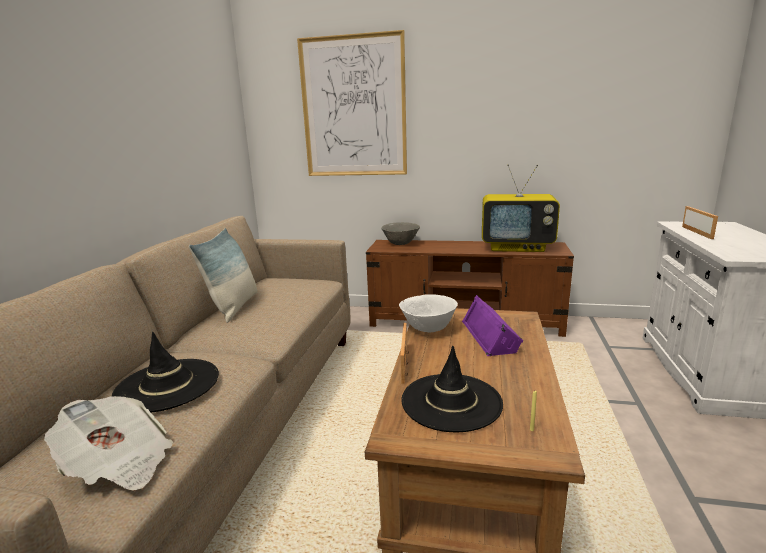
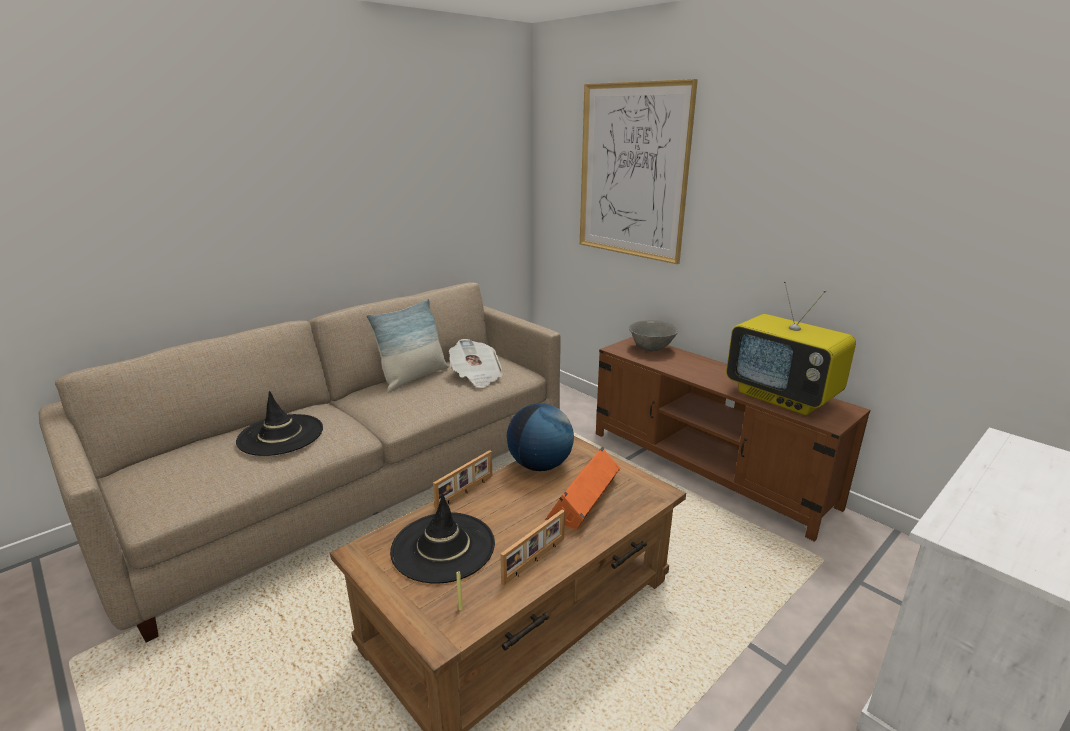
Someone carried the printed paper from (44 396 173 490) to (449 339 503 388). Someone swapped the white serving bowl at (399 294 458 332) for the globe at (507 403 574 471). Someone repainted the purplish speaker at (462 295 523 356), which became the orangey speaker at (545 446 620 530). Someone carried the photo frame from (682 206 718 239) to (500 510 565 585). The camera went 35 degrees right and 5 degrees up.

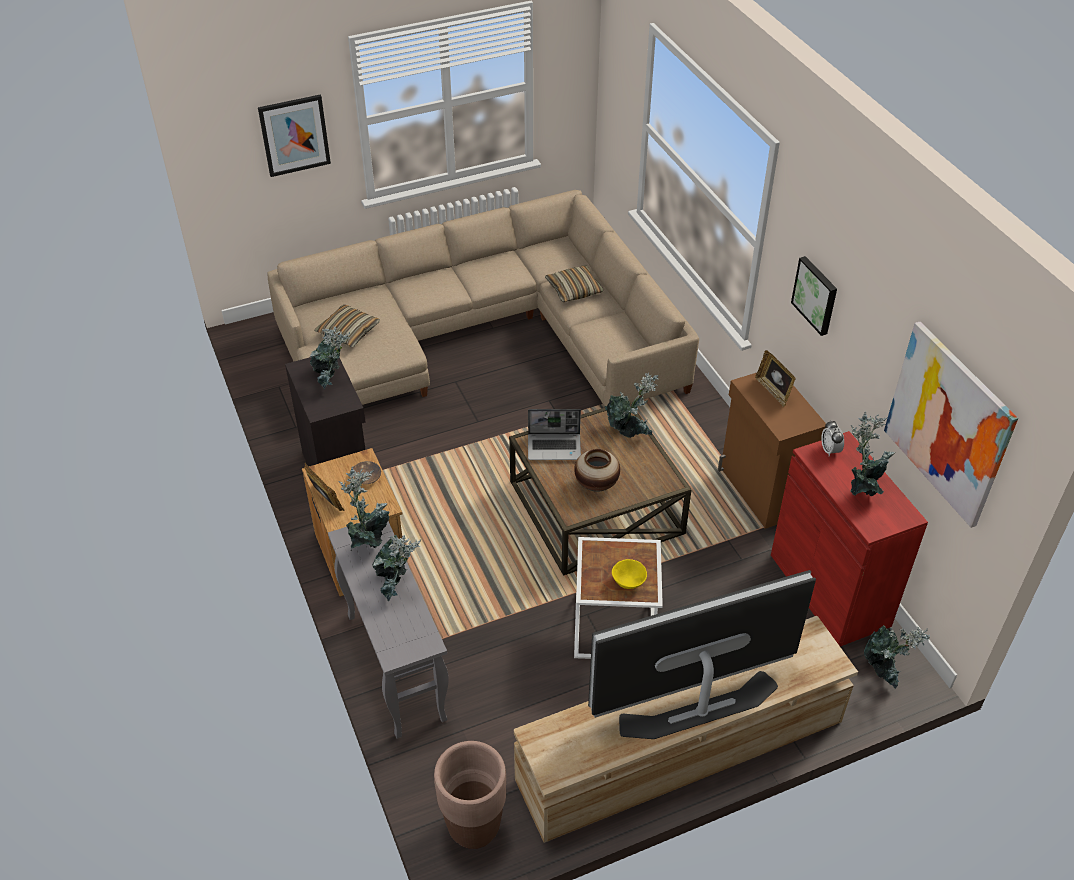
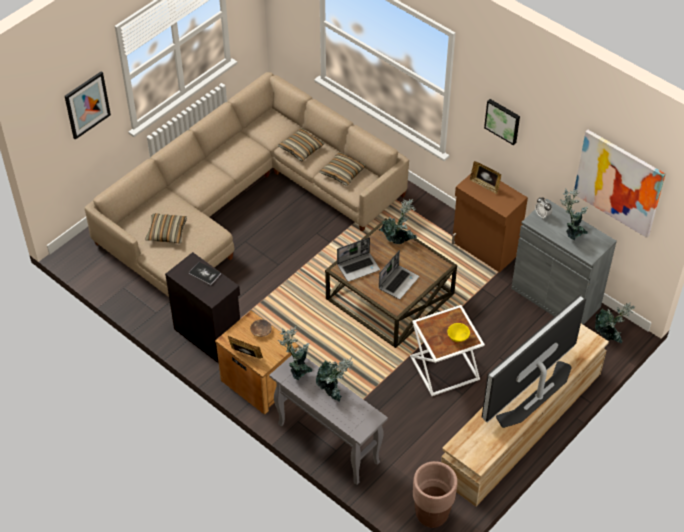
Someone swapped the potted plant at (310 327 350 390) for the book at (189 262 221 286). Someone swapped the vase at (574 449 620 492) for the notebook computer at (379 250 419 299). Someone repainted the red-coloured cabinet at (771 431 928 647), which became the gray cabinet at (511 199 617 325). Someone put down the pillow at (319 152 366 186). The camera went 25 degrees left and 5 degrees up.

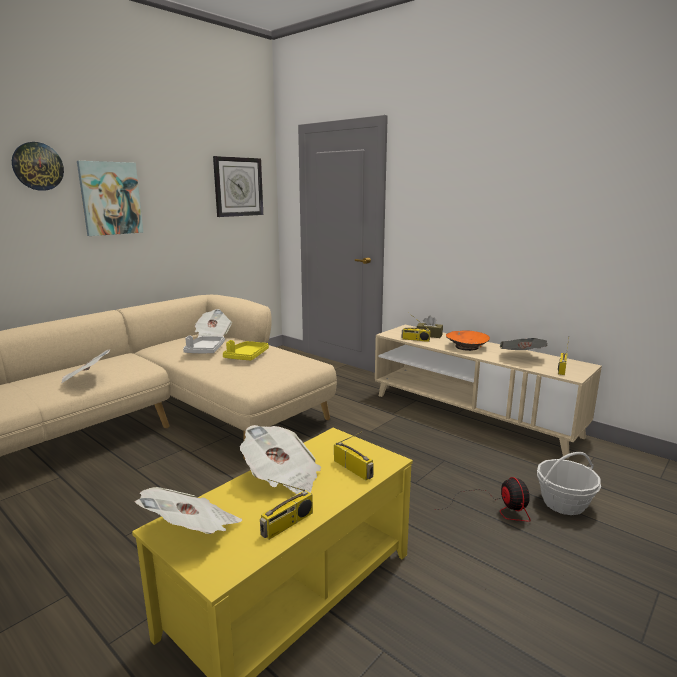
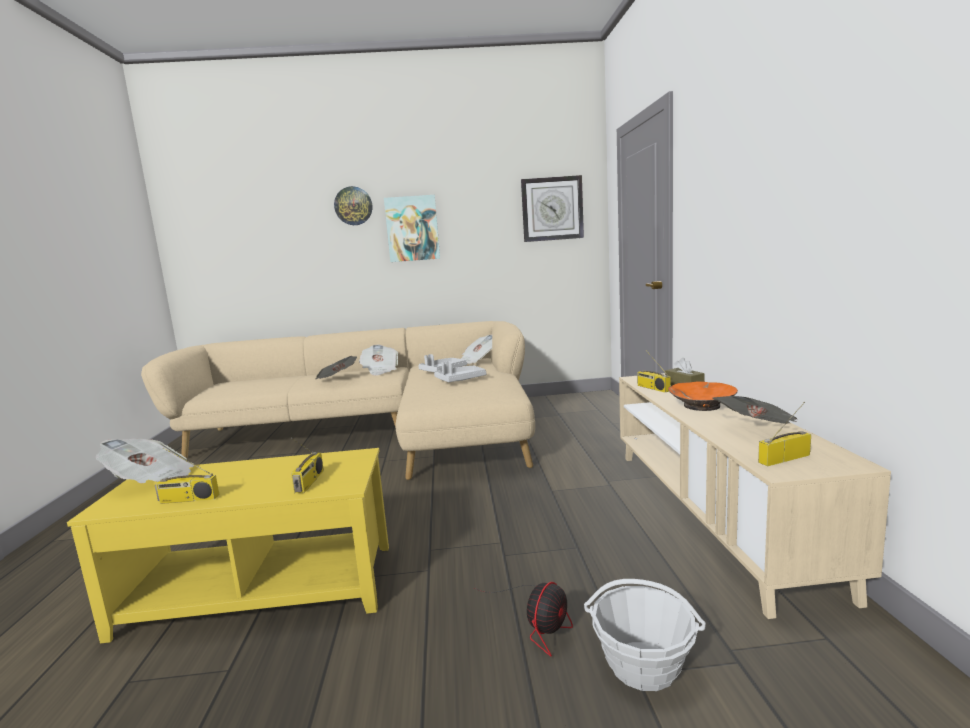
Someone repainted the yellow-coloured carrying tray at (223 340 269 360), which became the gray carrying tray at (434 361 486 382). Someone carried the printed paper from (240 425 321 494) to (359 345 398 376). The camera went 45 degrees right and 5 degrees down.

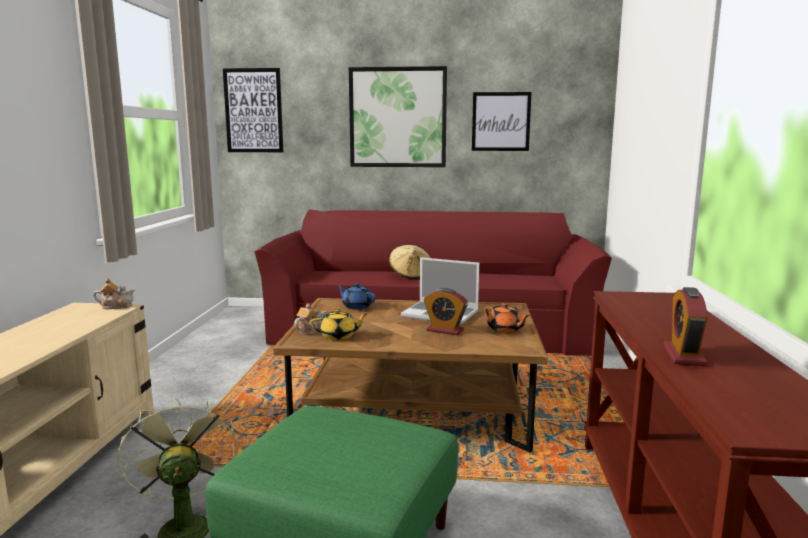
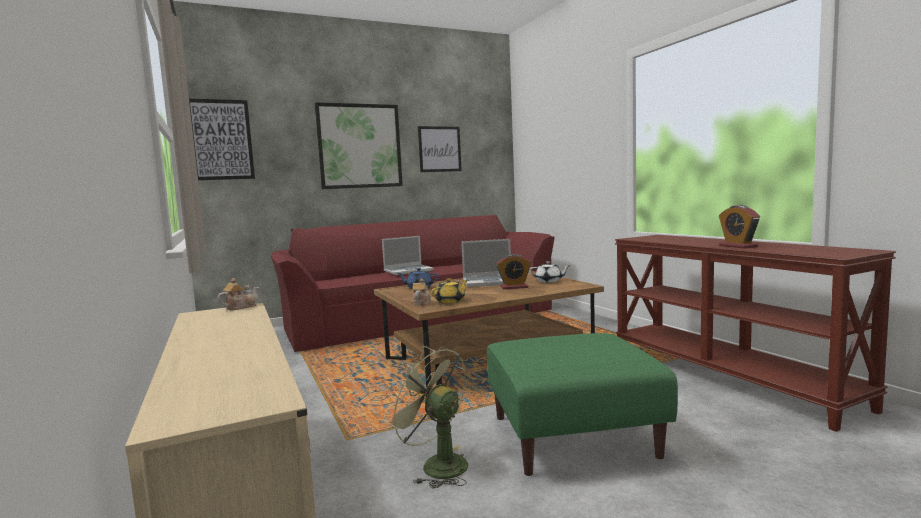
Someone swapped the sand-coloured hat at (389 245 431 279) for the notebook computer at (382 236 434 275). Someone repainted the orangey tea pot at (484 303 530 333), which became the white tea pot at (529 261 569 283). The camera went 30 degrees left and 5 degrees down.

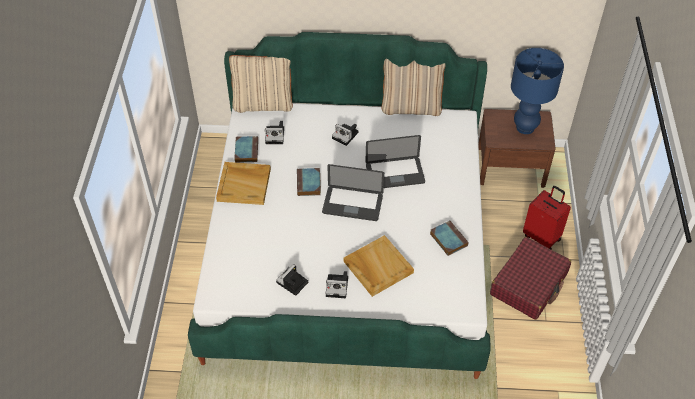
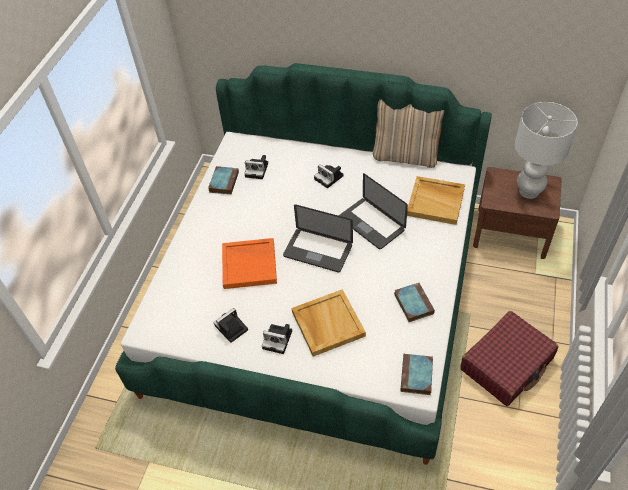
Someone carried the sand-coloured carrying tray from (216 162 271 205) to (407 176 465 225). Someone took away the sand-coloured pillow at (229 55 293 113). Someone carried the book from (297 168 321 196) to (401 354 433 395). Someone rotated the notebook computer at (366 135 425 188) by 45 degrees clockwise. Someone repainted the blue-coloured table lamp at (511 48 564 134), which became the white table lamp at (515 102 578 199). Someone took away the red-coloured travel case at (523 186 571 250). Someone put down the orangey carrying tray at (222 238 277 289). The camera went 15 degrees right and 0 degrees up.

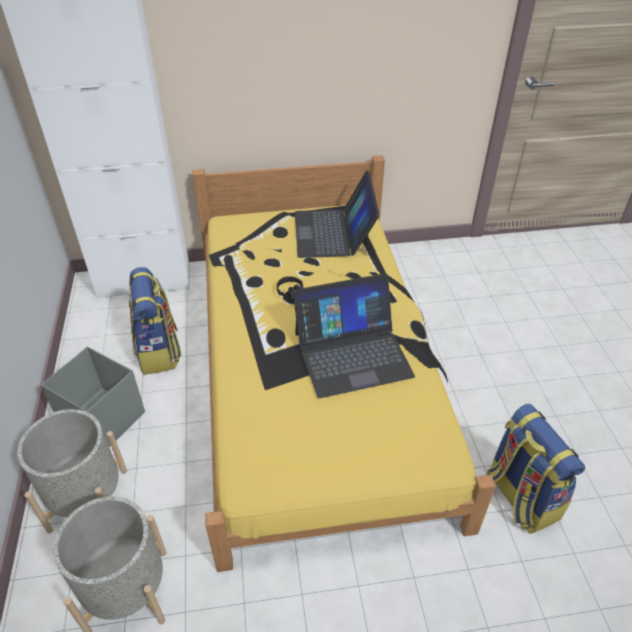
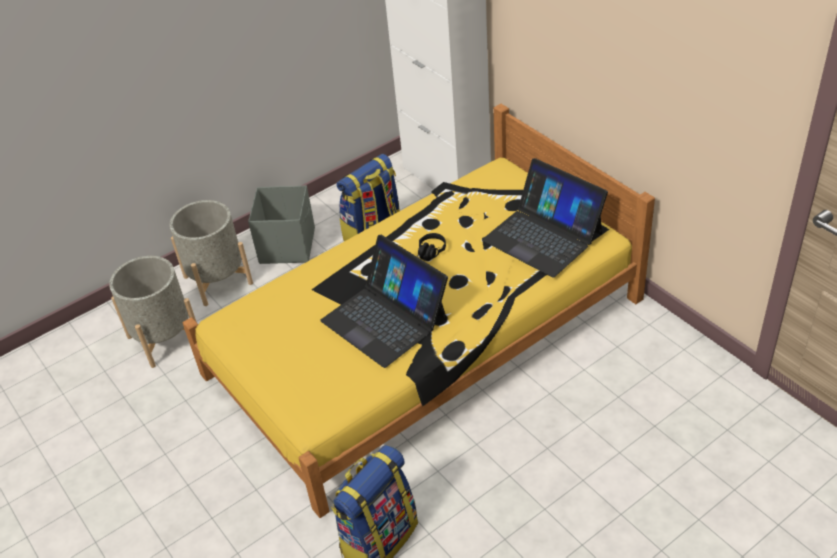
Someone rotated the notebook computer at (295 170 380 258) by 105 degrees counterclockwise. The camera went 65 degrees right and 0 degrees up.

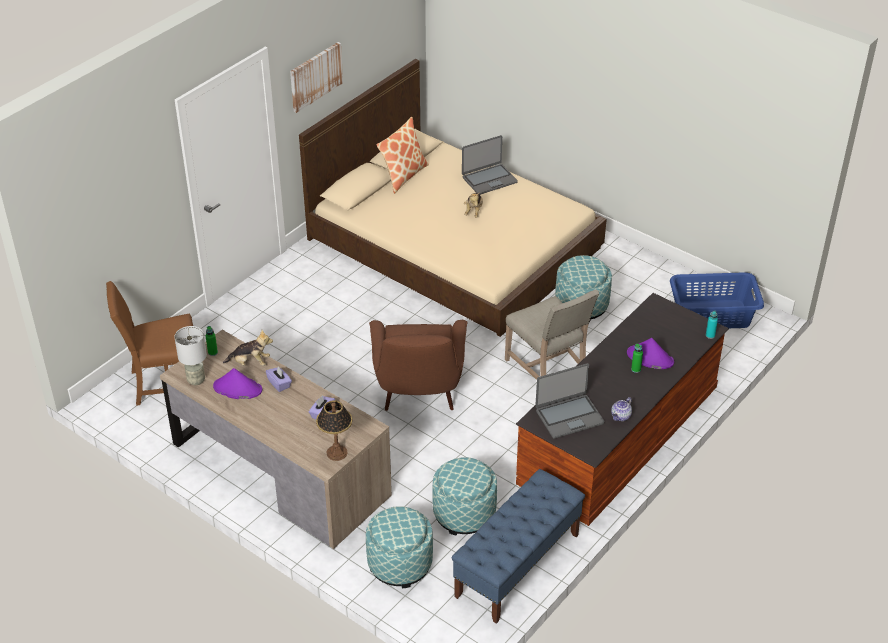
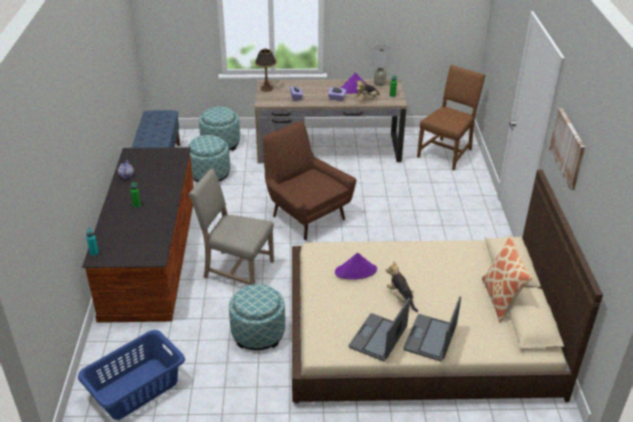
Someone carried the notebook computer from (535 363 605 439) to (349 298 410 361). Someone carried the purplish hat from (627 338 674 369) to (335 253 377 280). The camera went 140 degrees right and 5 degrees down.

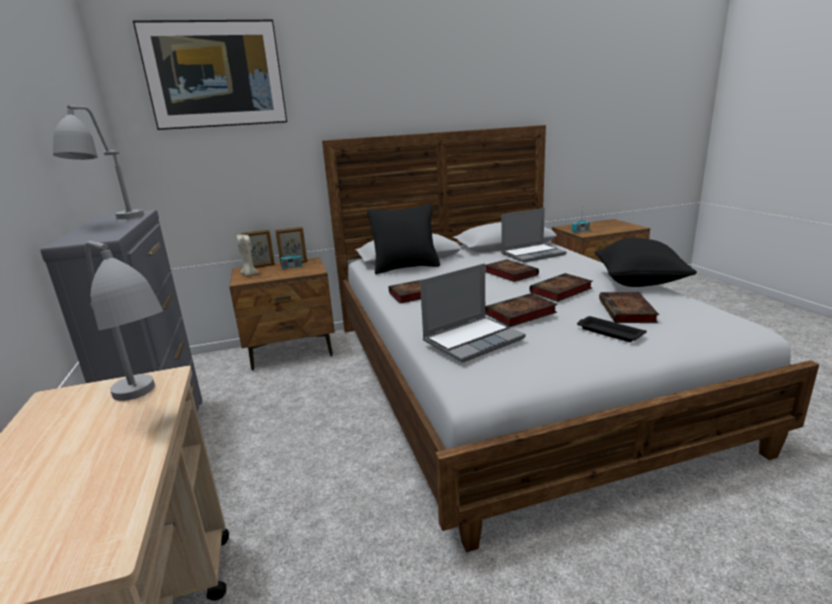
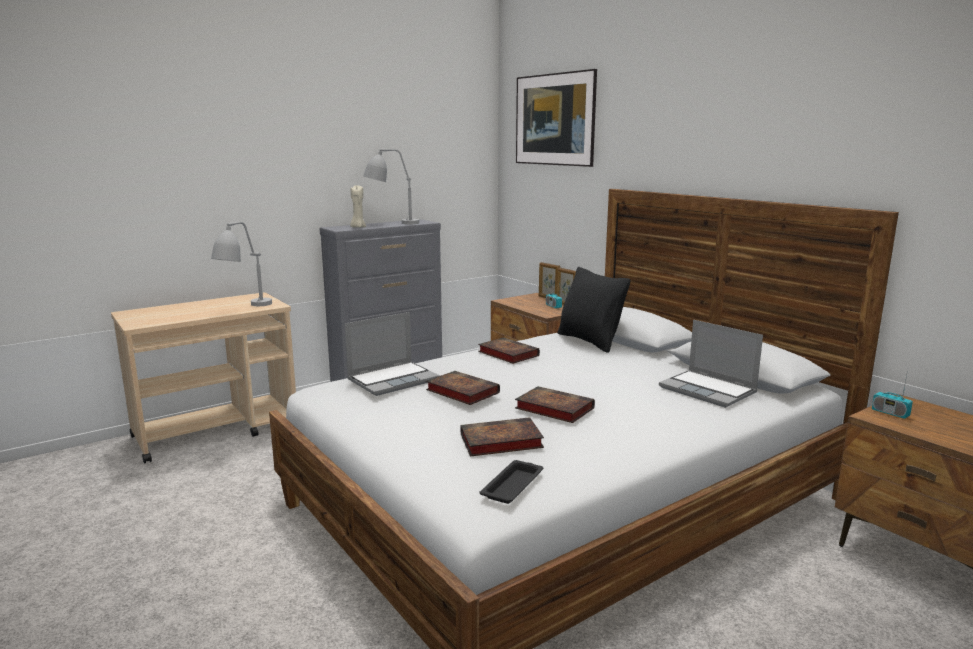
Someone carried the sand-coloured wax candle from (237 235 260 276) to (350 185 366 228). Someone rotated the notebook computer at (420 263 526 363) by 75 degrees counterclockwise. Someone took away the book at (485 259 539 282). Someone carried the blackish carrying tray from (577 316 647 342) to (480 460 543 504). Someone took away the blackish pillow at (594 238 697 287). The camera went 70 degrees right and 5 degrees down.

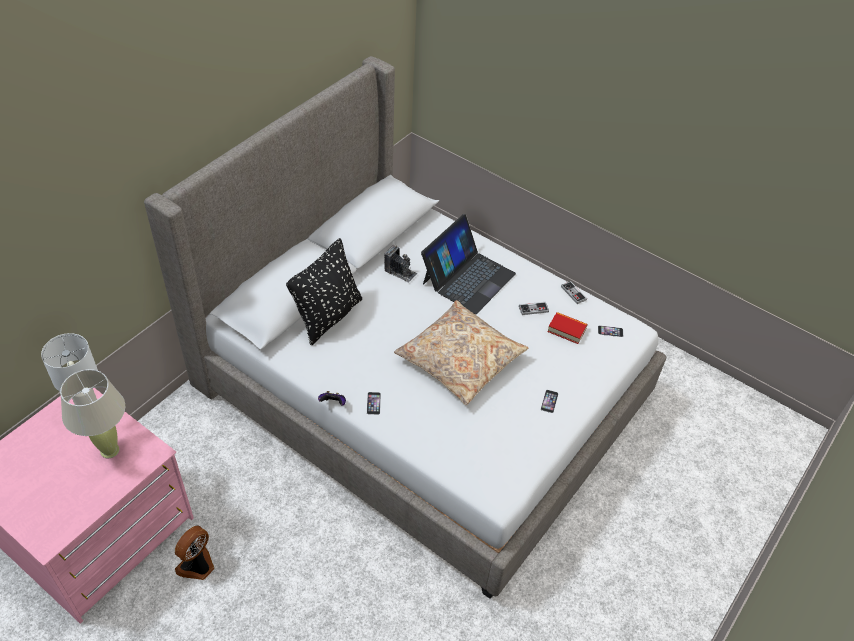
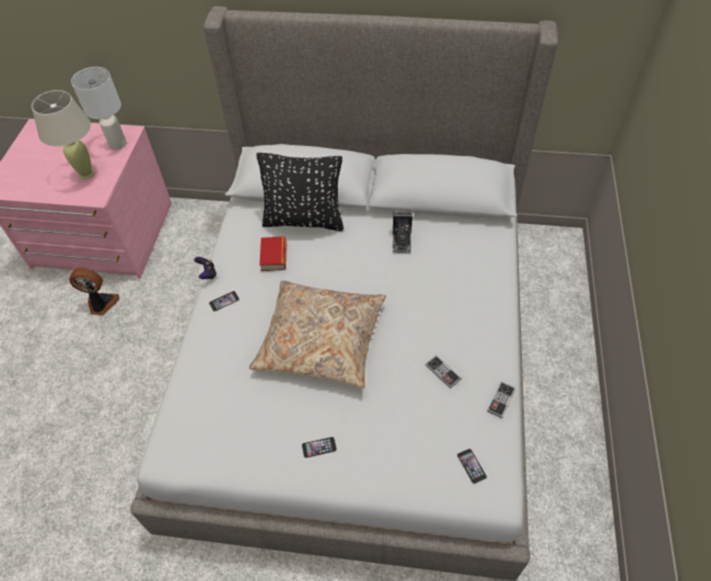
Someone took away the notebook computer at (421 214 516 314). Someone carried the book from (547 312 588 344) to (260 237 287 271). The camera went 65 degrees right and 5 degrees up.

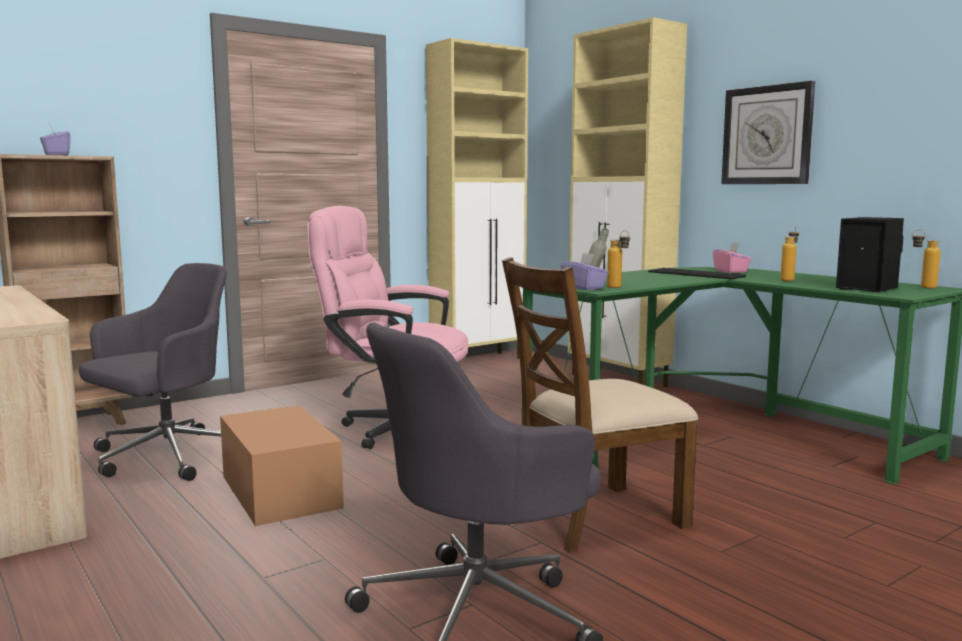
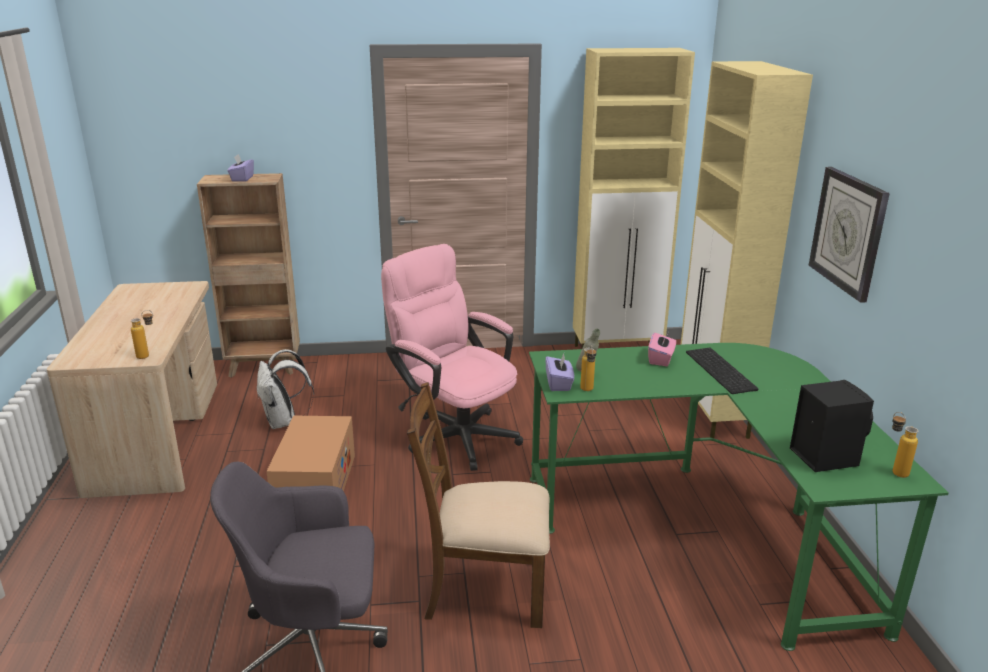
Someone swapped the gray desk chair at (79 263 227 481) for the white rucksack at (257 349 314 429). Someone carried the pink box of tissues from (713 243 751 273) to (648 330 676 366). Someone carried the drink bottle from (780 226 799 281) to (131 310 153 359). The camera went 30 degrees right and 15 degrees up.

